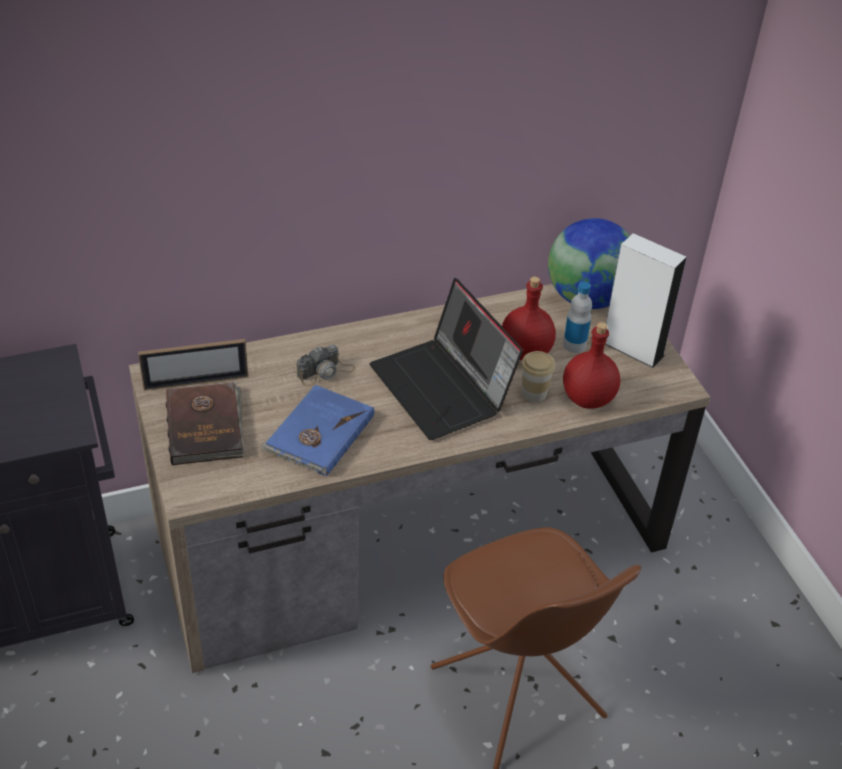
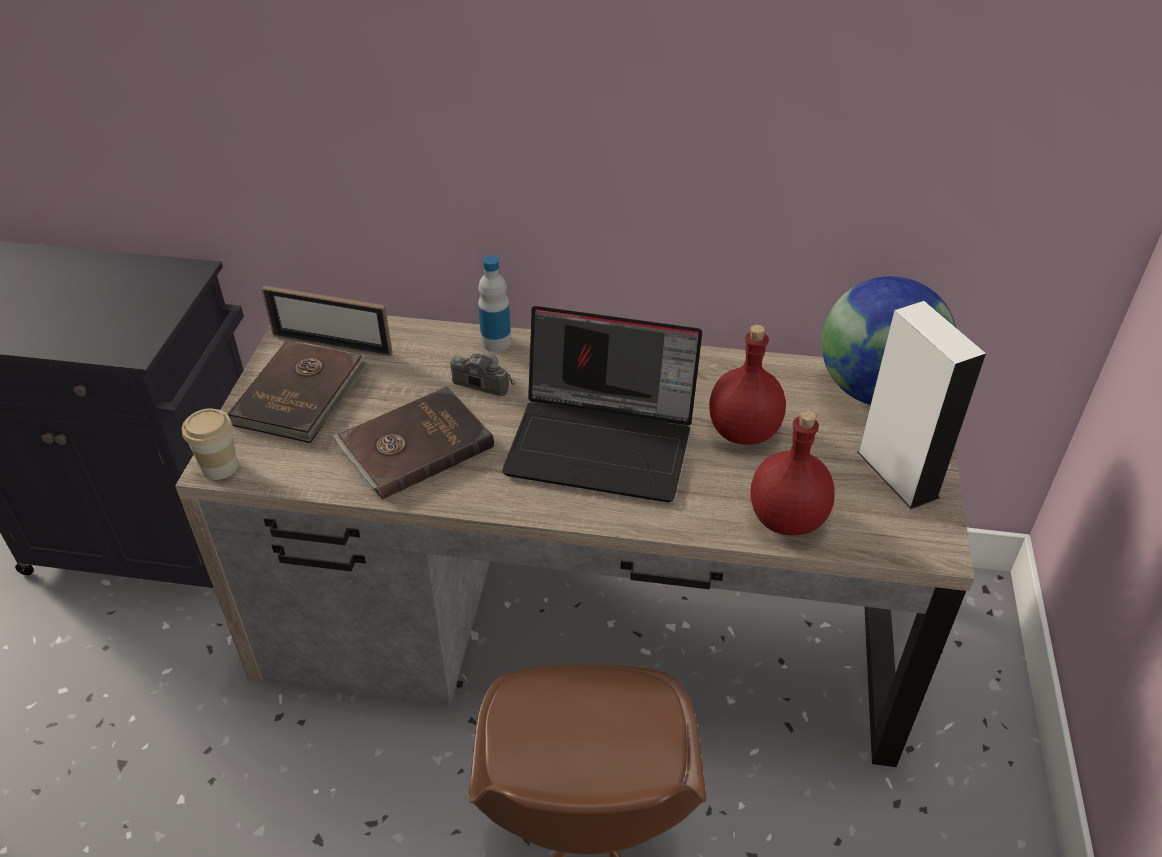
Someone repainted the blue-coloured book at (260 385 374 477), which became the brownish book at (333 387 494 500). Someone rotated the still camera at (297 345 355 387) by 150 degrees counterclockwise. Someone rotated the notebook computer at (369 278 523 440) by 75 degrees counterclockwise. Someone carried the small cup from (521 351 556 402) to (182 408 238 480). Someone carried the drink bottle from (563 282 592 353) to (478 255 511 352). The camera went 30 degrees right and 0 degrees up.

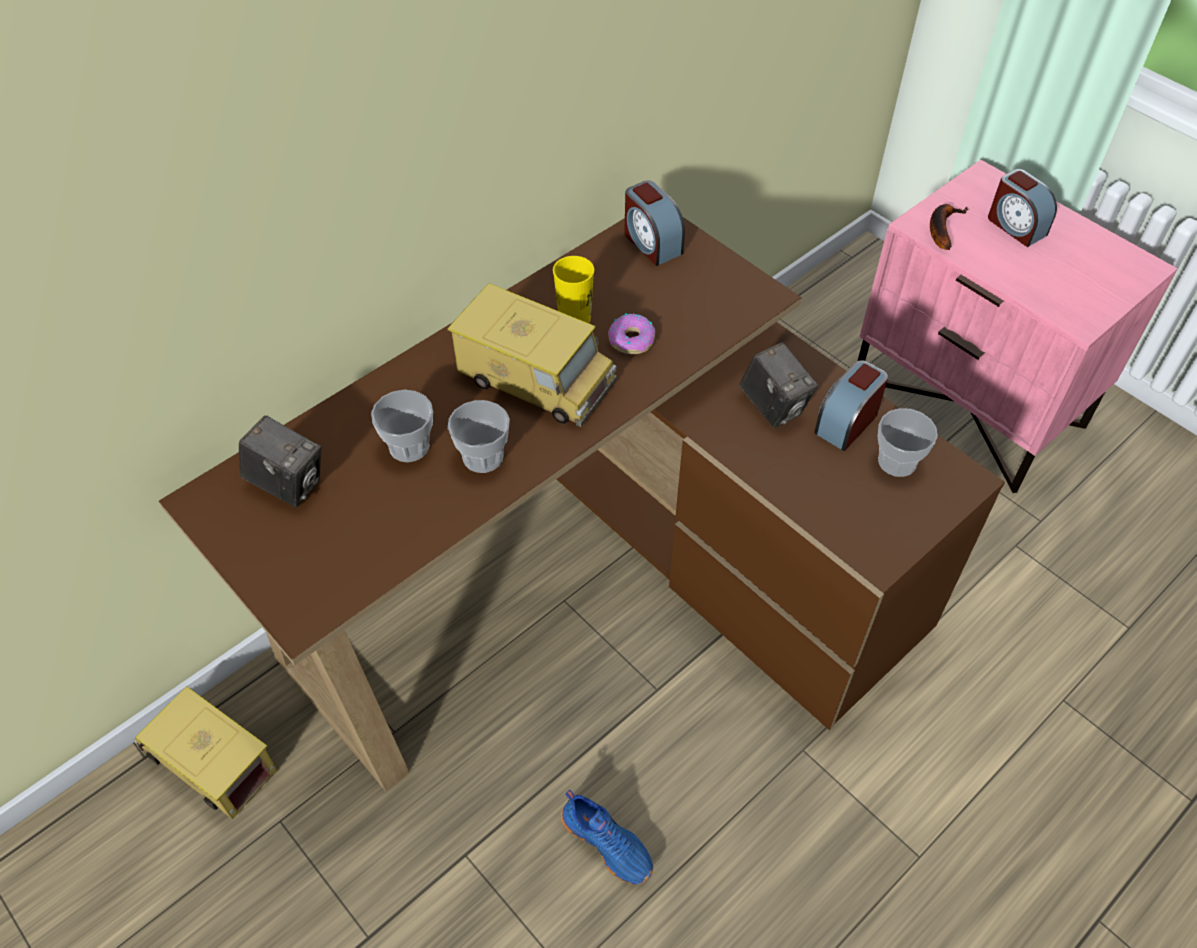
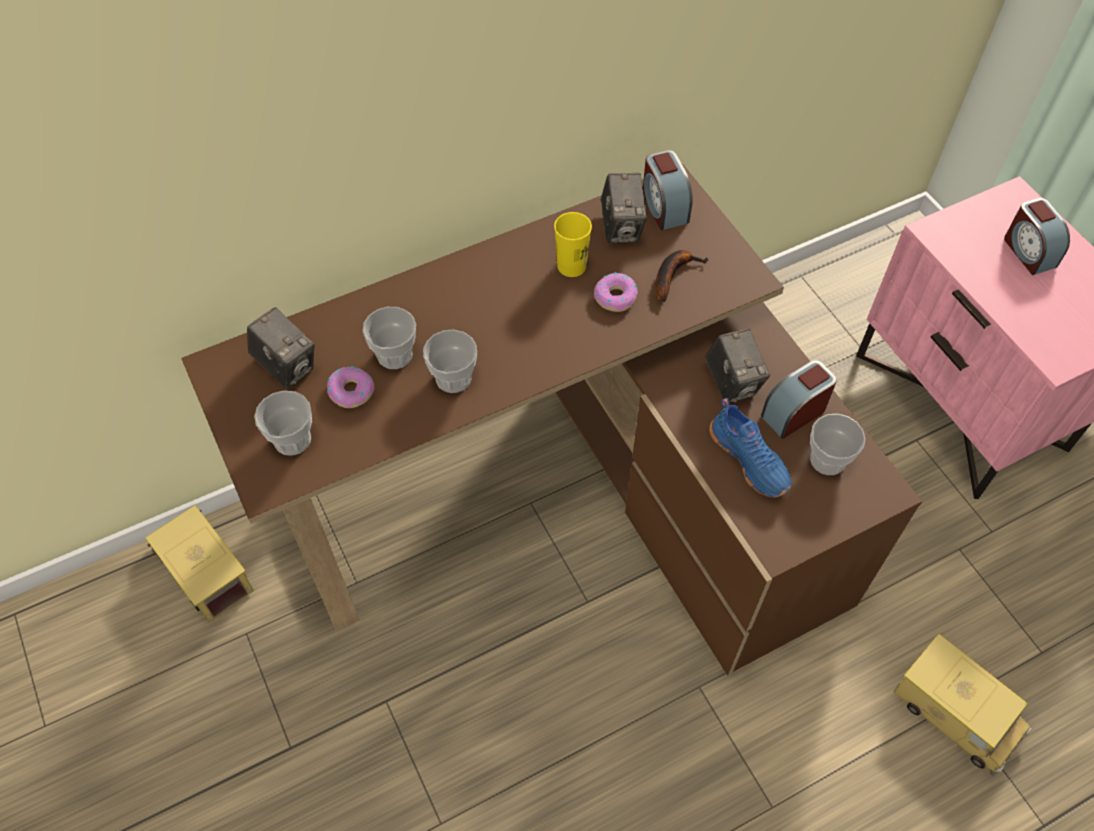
Someone carried the toy truck from (447 283 617 427) to (893 633 1032 777). Someone carried the blue-coloured low shoe from (561 790 653 885) to (710 398 792 497). Someone carried the banana from (930 204 969 250) to (655 250 709 302). Someone put down the small cup at (254 391 312 455). Someone put down the donut at (327 366 375 408). Someone put down the still camera at (601 173 647 243). The camera went 15 degrees right and 5 degrees up.

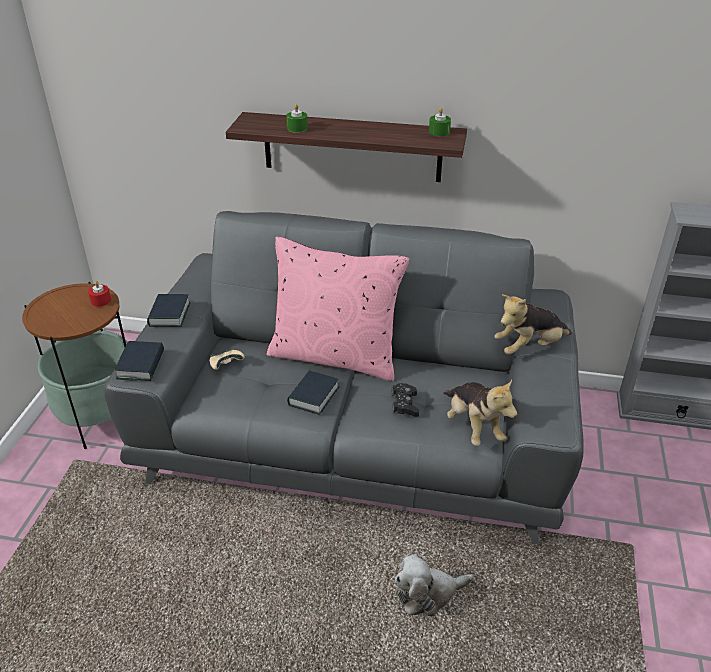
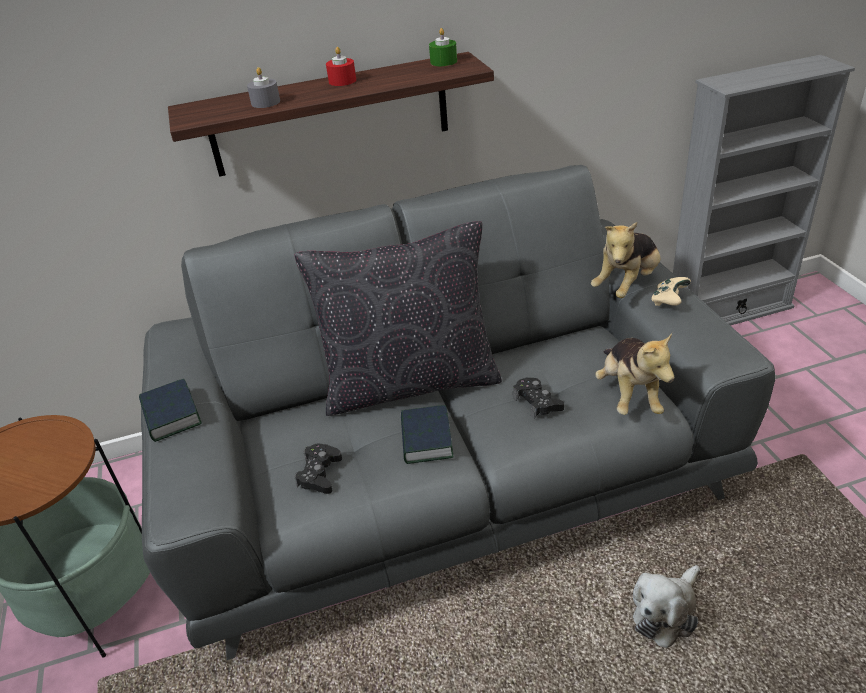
Someone carried the red-coloured wax candle from (88 281 111 307) to (326 47 356 86). Someone took away the book at (115 341 164 381). Someone carried the sand-coloured joypad from (209 349 245 370) to (651 277 691 306). Someone repainted the pink pillow at (267 237 410 381), which became the blackish pillow at (295 221 502 416). Someone repainted the green wax candle at (286 104 308 133), which became the gray wax candle at (247 67 280 108). Someone rotated the plush toy at (443 380 517 446) by 45 degrees clockwise. Someone put down the blackish joypad at (295 444 342 494). The camera went 25 degrees left and 0 degrees up.

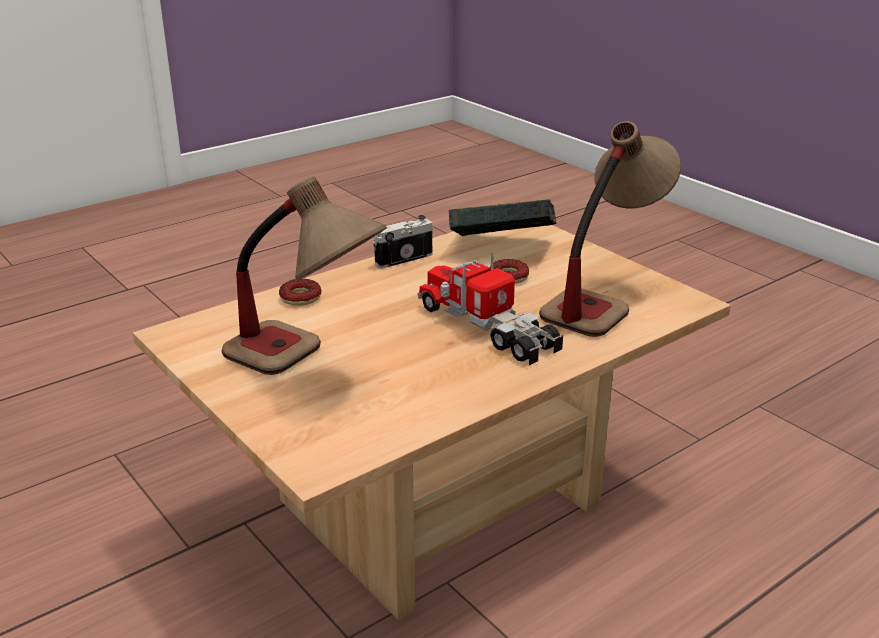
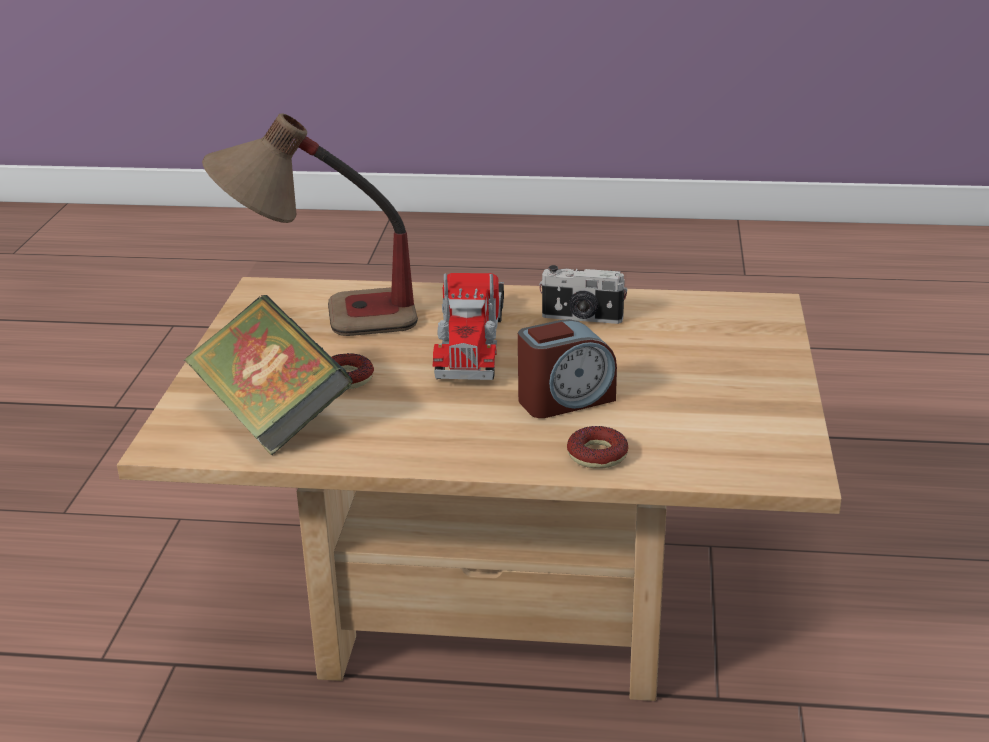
Someone took away the table lamp at (222 177 387 375). Someone carried the still camera from (373 215 433 269) to (539 265 628 324). Someone put down the bedside clock at (518 319 617 418). The camera went 135 degrees left and 0 degrees up.

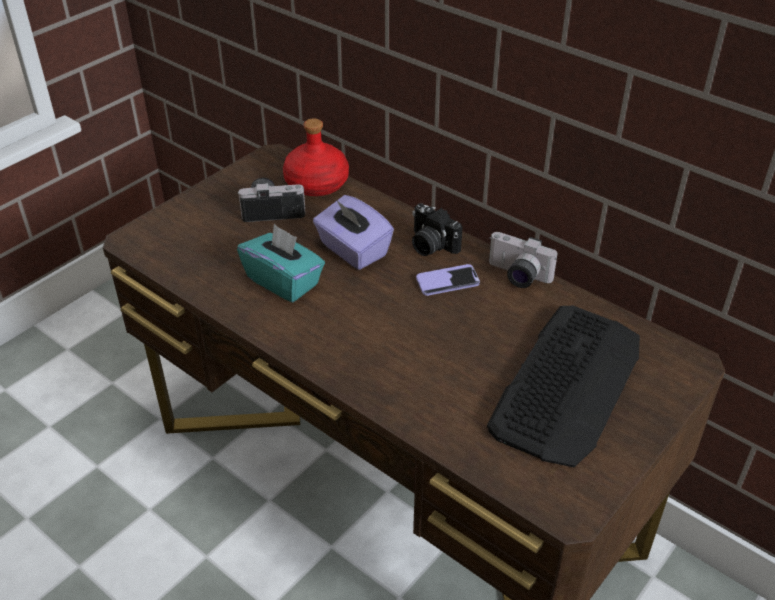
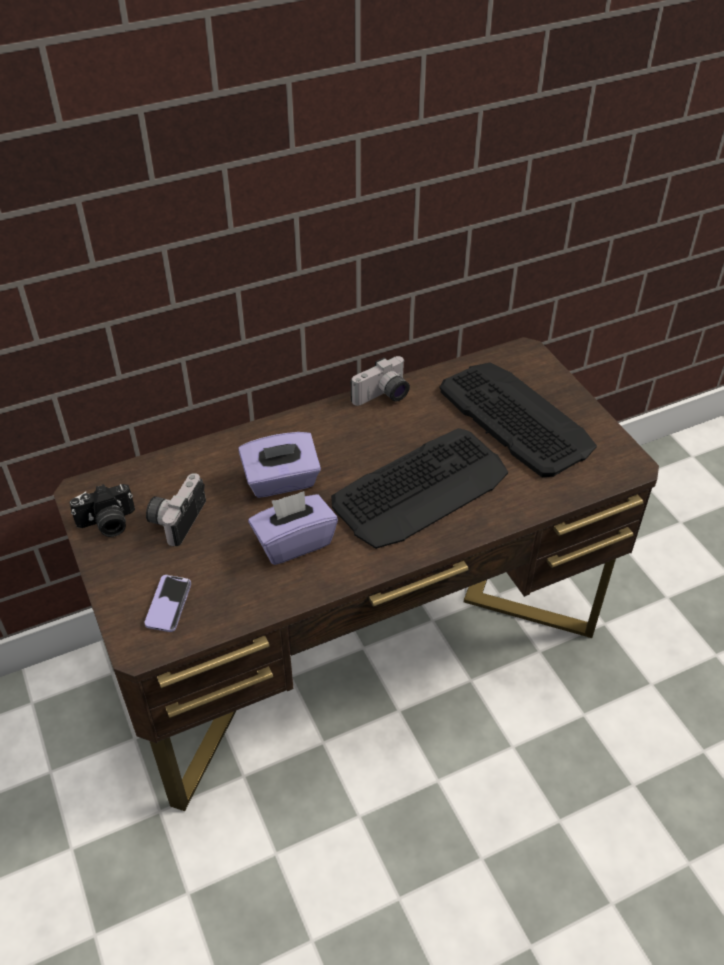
Someone repainted the turquoise-coloured box of tissues at (237 224 325 302), which became the purplish box of tissues at (248 491 338 565). Someone took away the red-coloured drink bottle at (283 118 349 196). Someone carried the still camera from (412 203 463 256) to (69 484 135 537). Someone carried the telephone from (416 264 480 296) to (145 575 191 632). Someone put down the keyboard at (331 428 508 549). The camera went 65 degrees left and 5 degrees up.

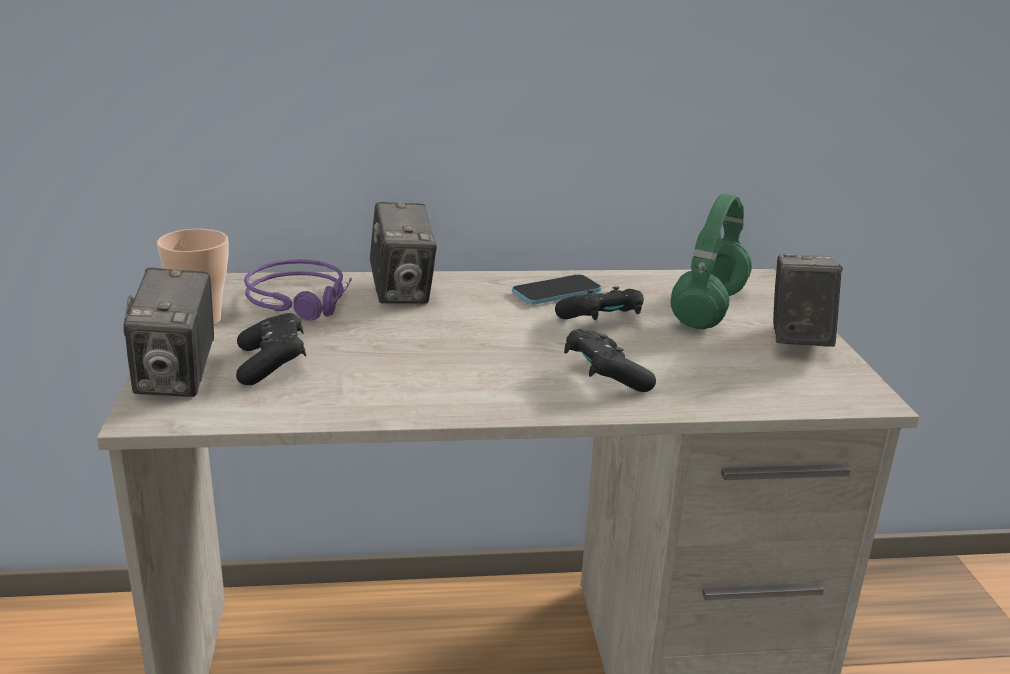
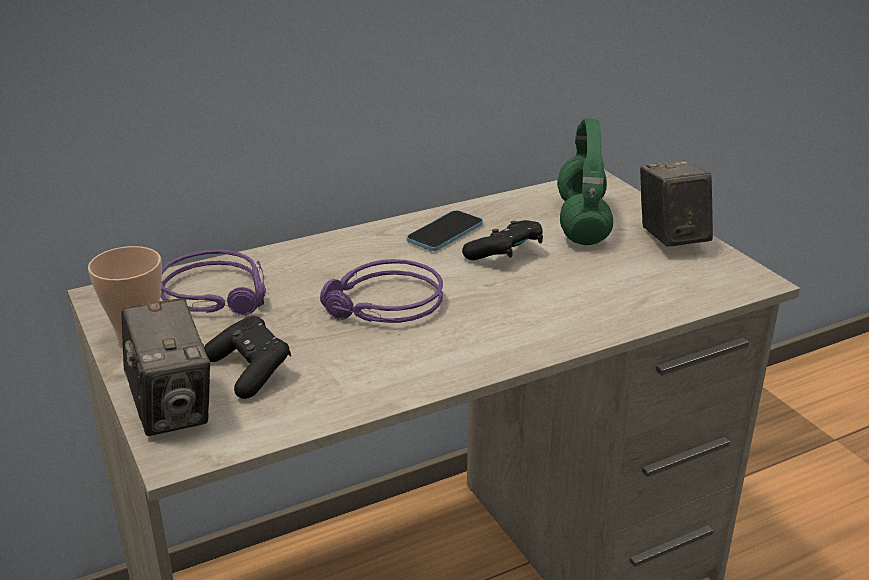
Someone took away the still camera at (370 202 437 304). Someone took away the blackish joypad at (564 329 656 392). Someone put down the purplish pair of headphones at (320 259 443 323). The camera went 20 degrees left and 5 degrees up.

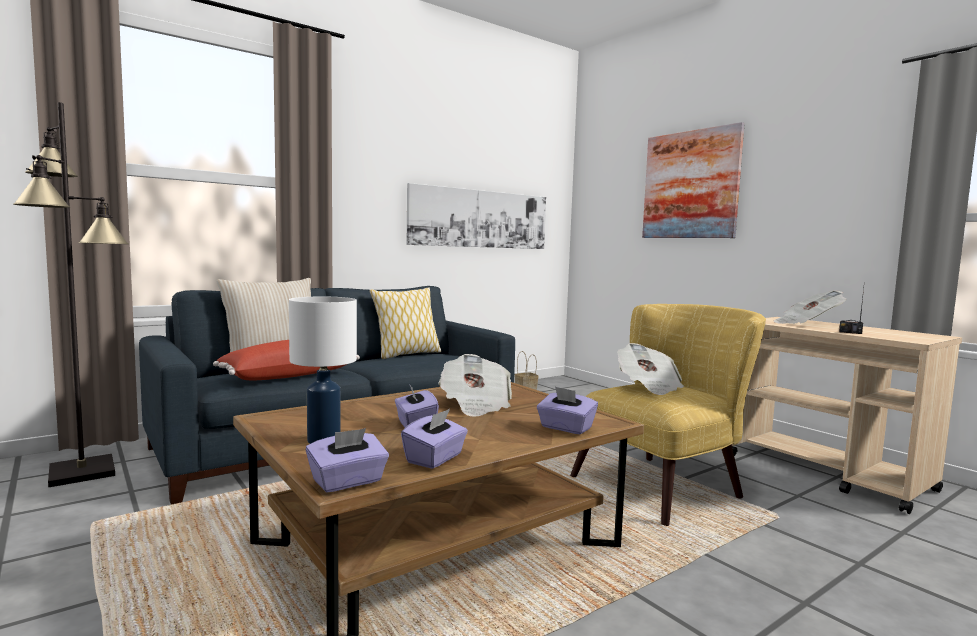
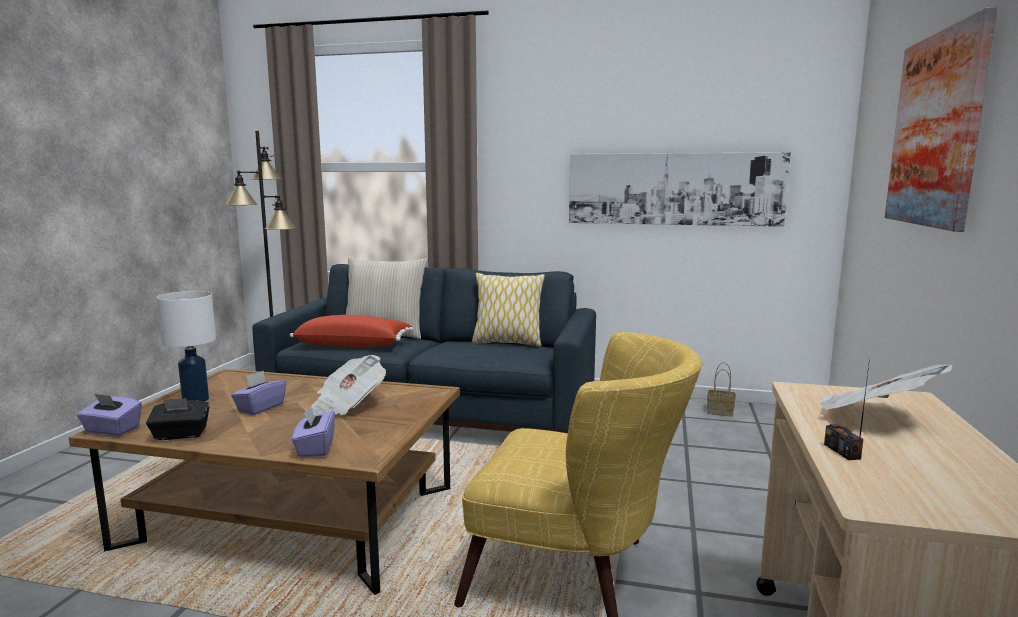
Someone repainted the purplish box of tissues at (401 409 468 469), which became the blackish box of tissues at (146 398 210 440). Someone took away the printed paper at (617 343 684 395). The camera went 50 degrees right and 5 degrees up.

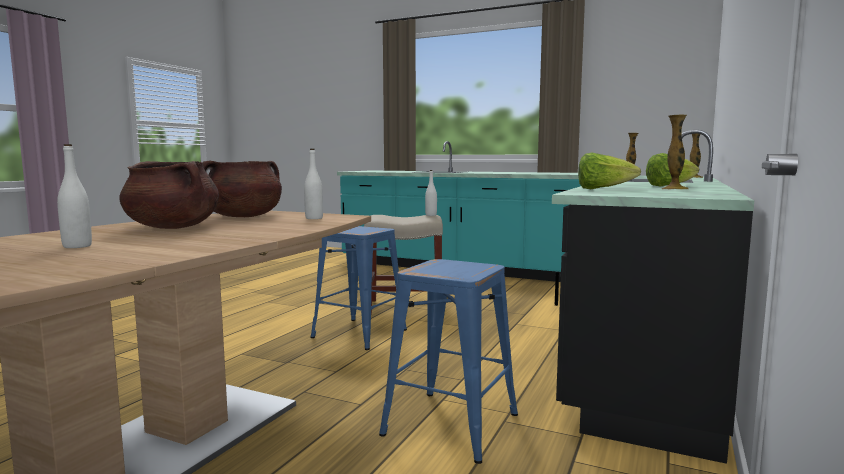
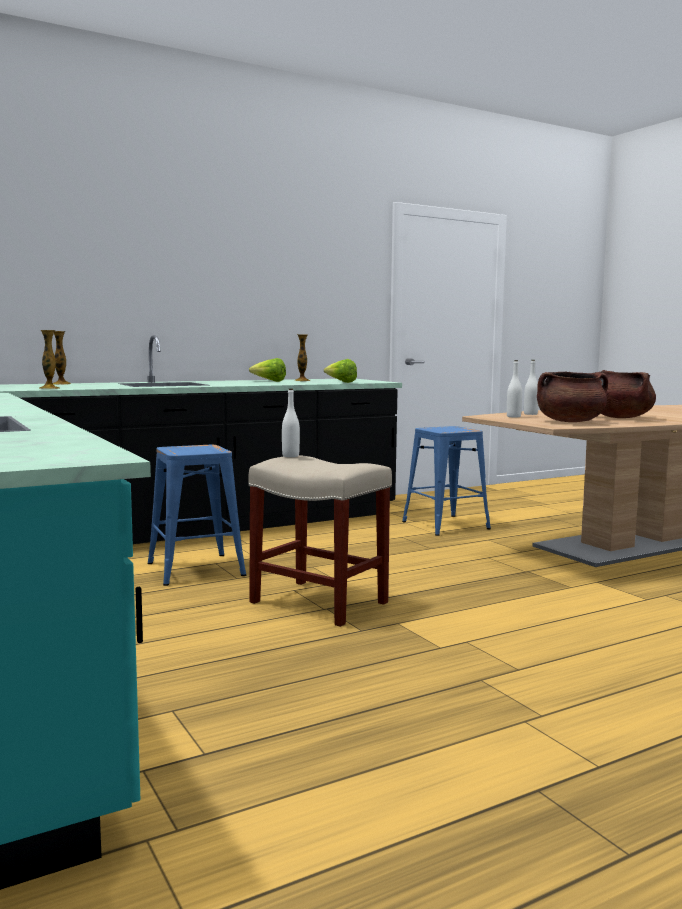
Someone carried the white drink bottle from (57 144 92 248) to (524 360 538 415). Someone carried the blue-coloured sitting stool from (311 226 407 350) to (148 445 246 586). The camera went 145 degrees left and 0 degrees up.

